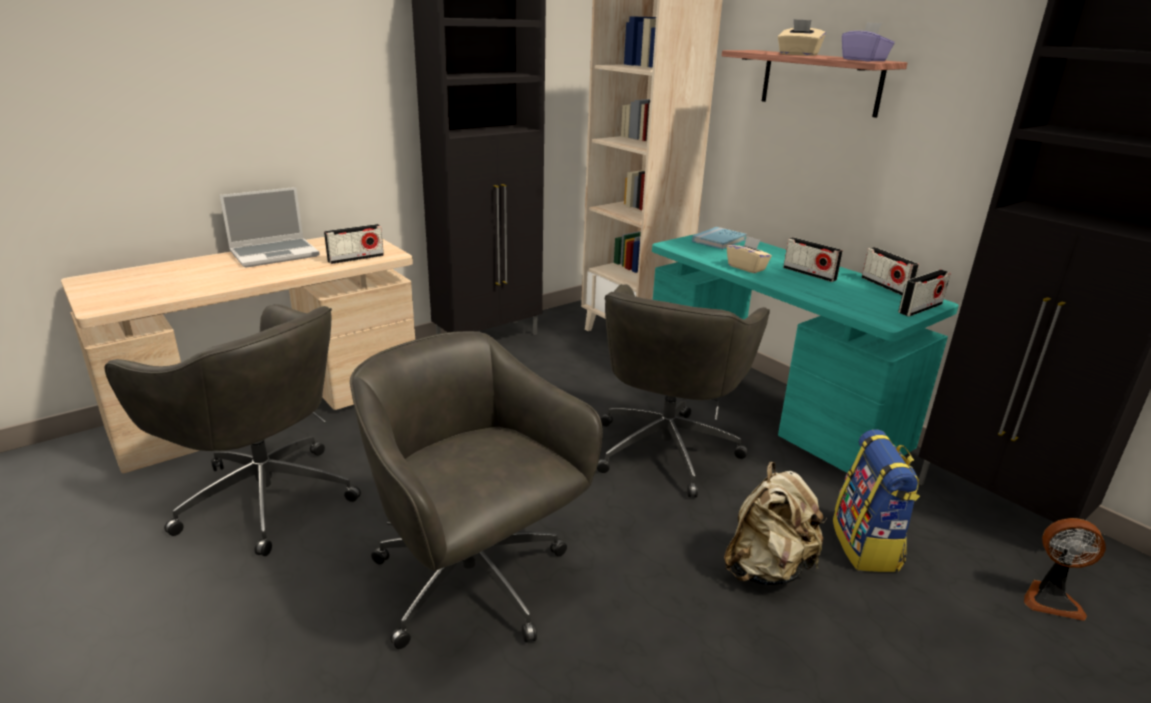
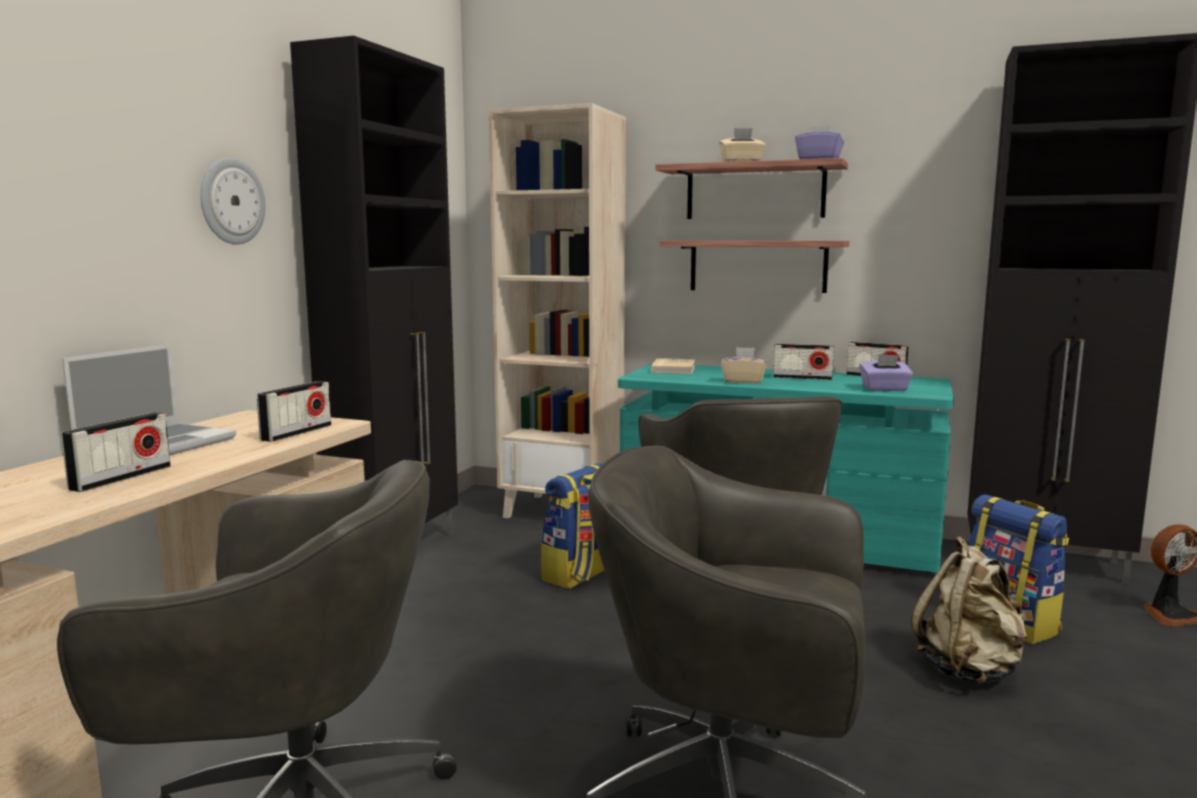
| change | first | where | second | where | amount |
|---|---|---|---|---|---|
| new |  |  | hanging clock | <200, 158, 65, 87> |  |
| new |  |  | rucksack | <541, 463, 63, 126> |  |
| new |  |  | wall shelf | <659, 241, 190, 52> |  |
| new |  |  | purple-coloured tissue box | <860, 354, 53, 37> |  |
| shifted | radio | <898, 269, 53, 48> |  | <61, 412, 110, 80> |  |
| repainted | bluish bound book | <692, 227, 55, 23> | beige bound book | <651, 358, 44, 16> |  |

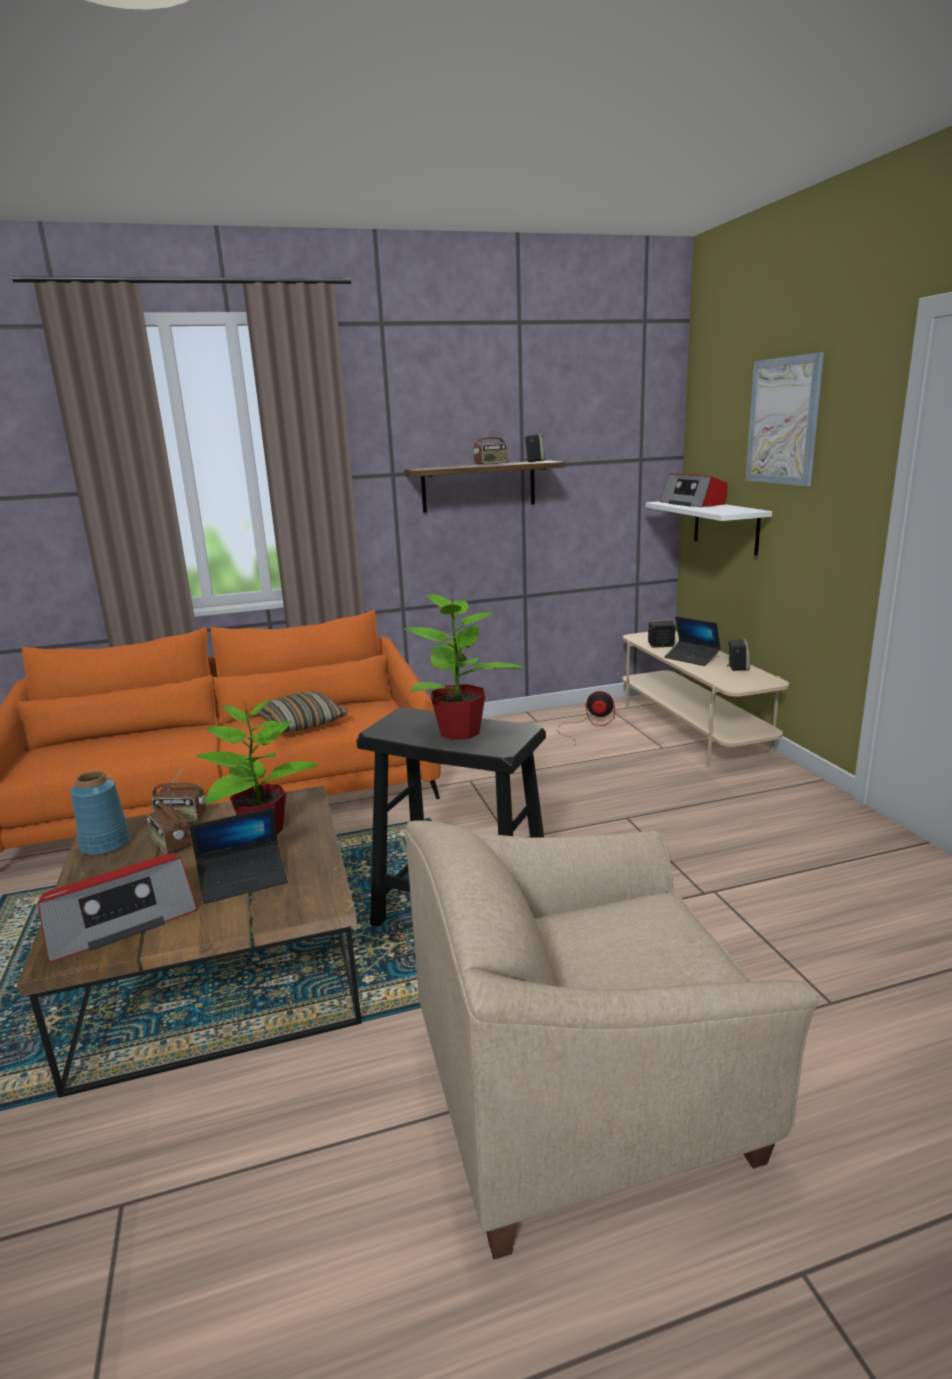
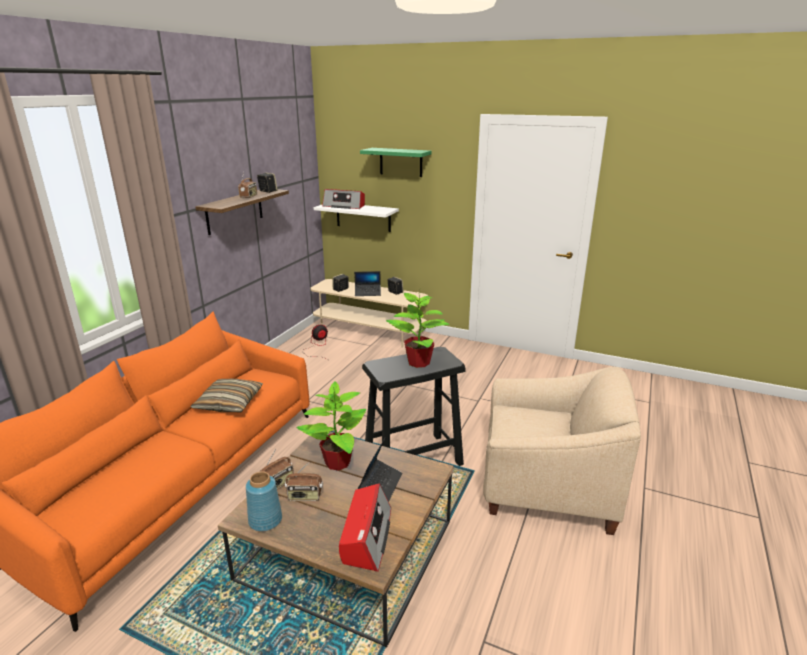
| change | first | where | second | where | amount |
|---|---|---|---|---|---|
| swapped | wall picture | <745, 352, 79, 134> | greenish wall shelf | <360, 148, 72, 29> |  |
| rotated | beige easy chair | <405, 820, 413, 439> |  | <483, 367, 158, 168> | 105 degrees counterclockwise |

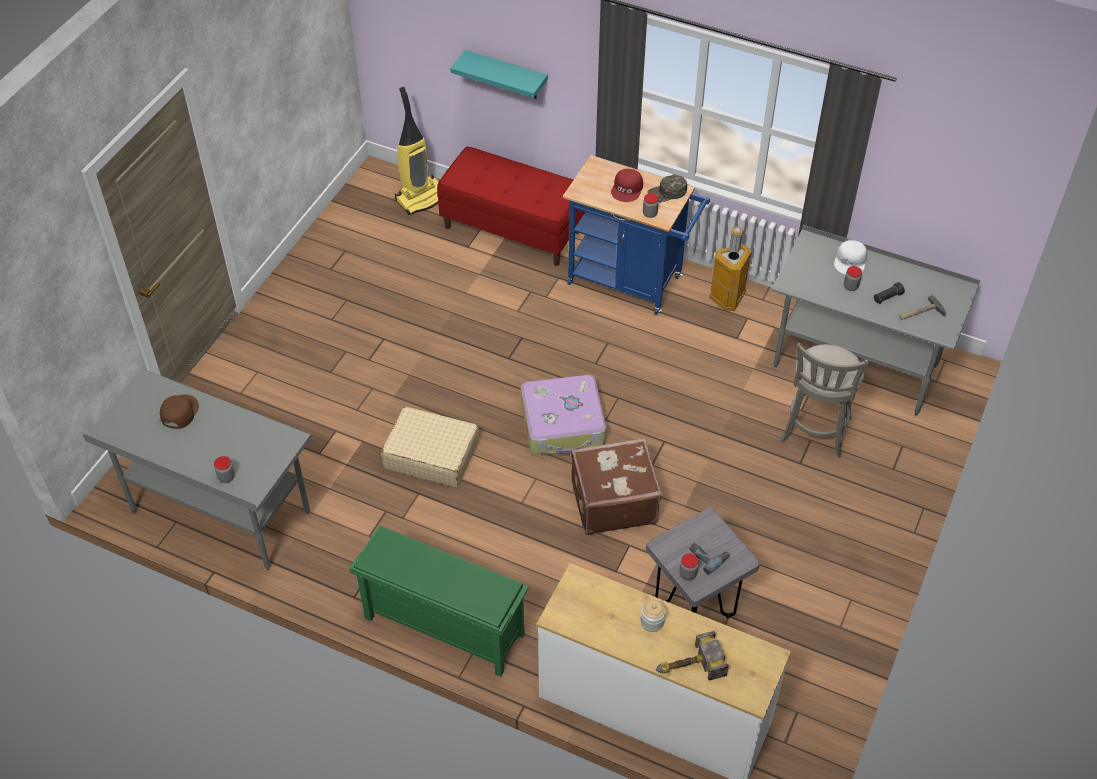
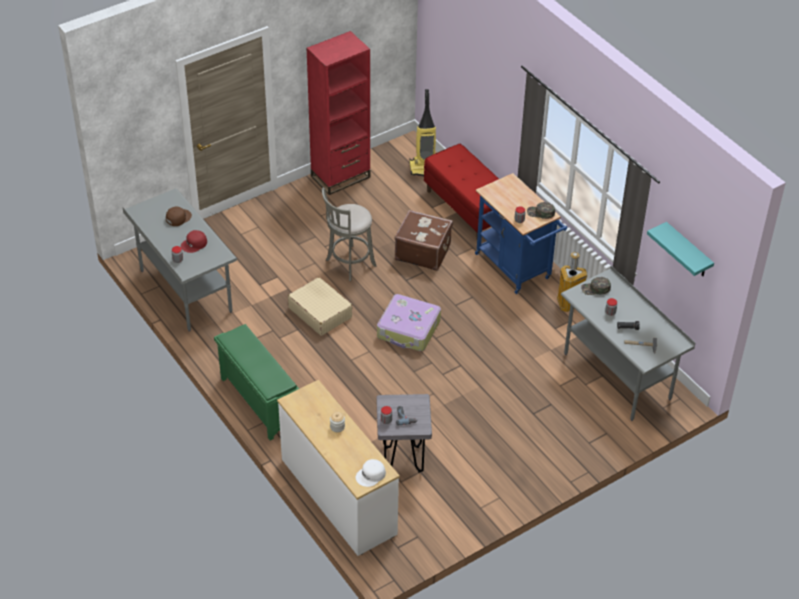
| change | first | where | second | where | amount |
|---|---|---|---|---|---|
| gone | hammer | <656, 631, 73, 50> |  |  |  |
| new |  |  | red bookcase | <306, 31, 64, 164> |  |
| new |  |  | greenish baseball cap | <581, 277, 30, 18> |  |
| shifted | turquoise wall shelf | <450, 50, 98, 49> |  | <647, 222, 67, 54> |  |
| shifted | brown travel case | <571, 438, 91, 97> |  | <394, 210, 59, 61> |  |
| shifted | red baseball cap | <611, 169, 32, 33> |  | <181, 230, 26, 23> |  |
| shifted | grey stool | <780, 343, 89, 115> |  | <322, 187, 55, 94> |  |
| shifted | whitish baseball cap | <834, 240, 34, 35> |  | <356, 459, 30, 28> |  |

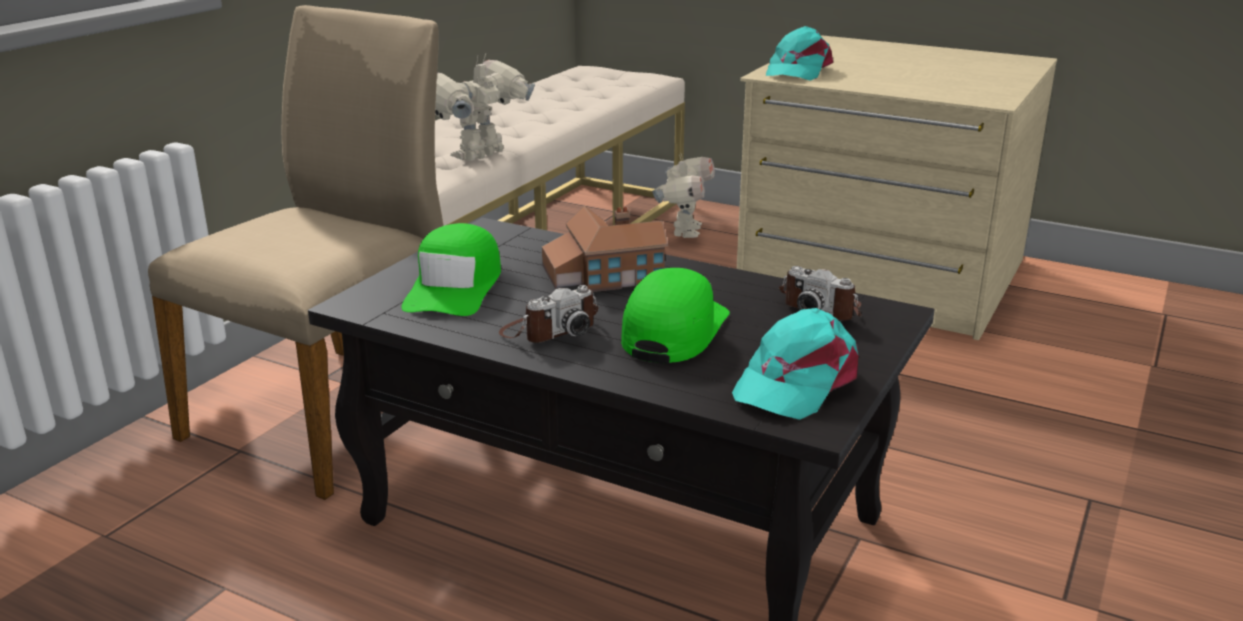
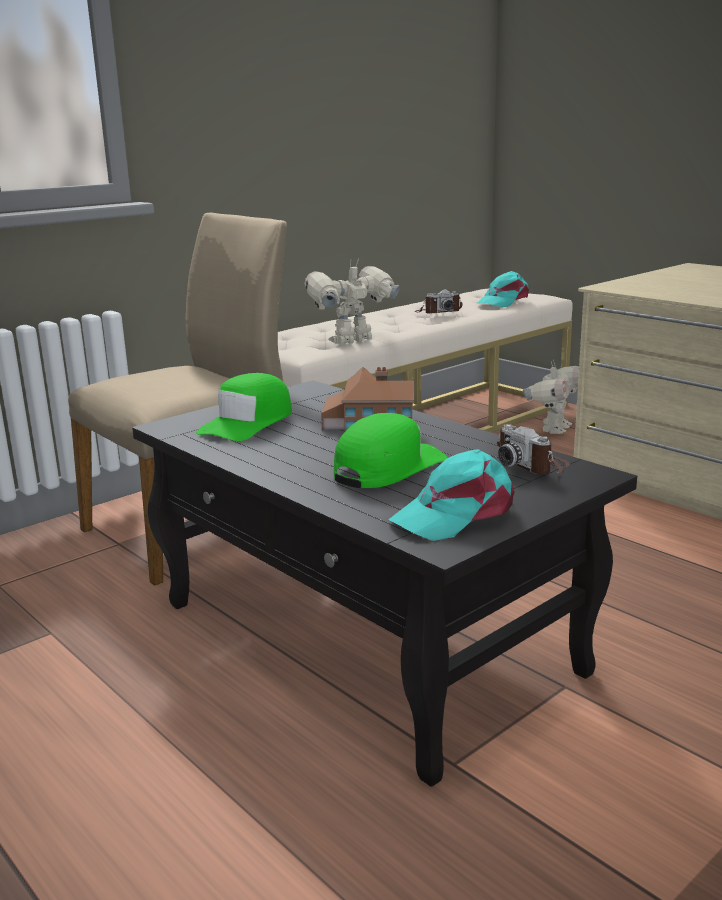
| change | first | where | second | where | amount |
|---|---|---|---|---|---|
| shifted | photo camera | <499, 285, 99, 58> |  | <414, 289, 48, 25> |  |
| shifted | turquoise baseball cap | <766, 26, 67, 55> |  | <478, 271, 51, 37> |  |

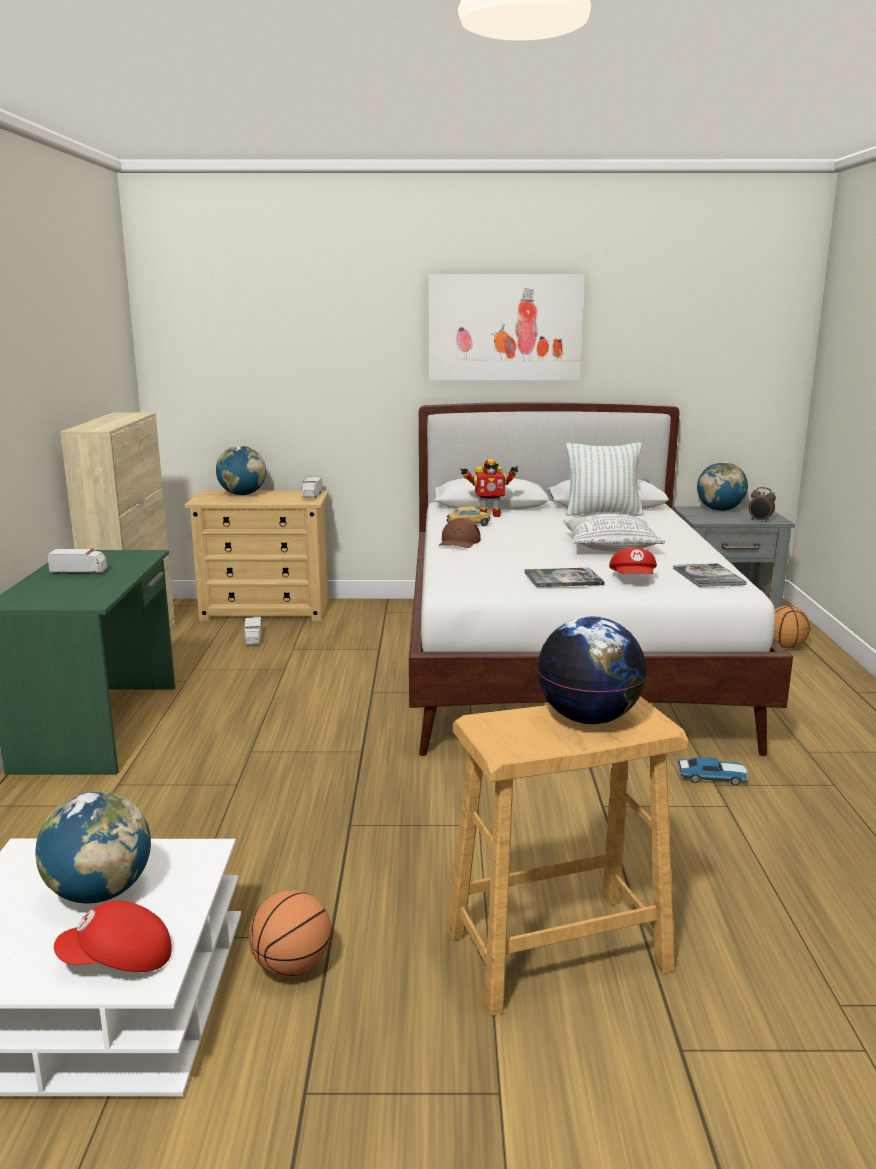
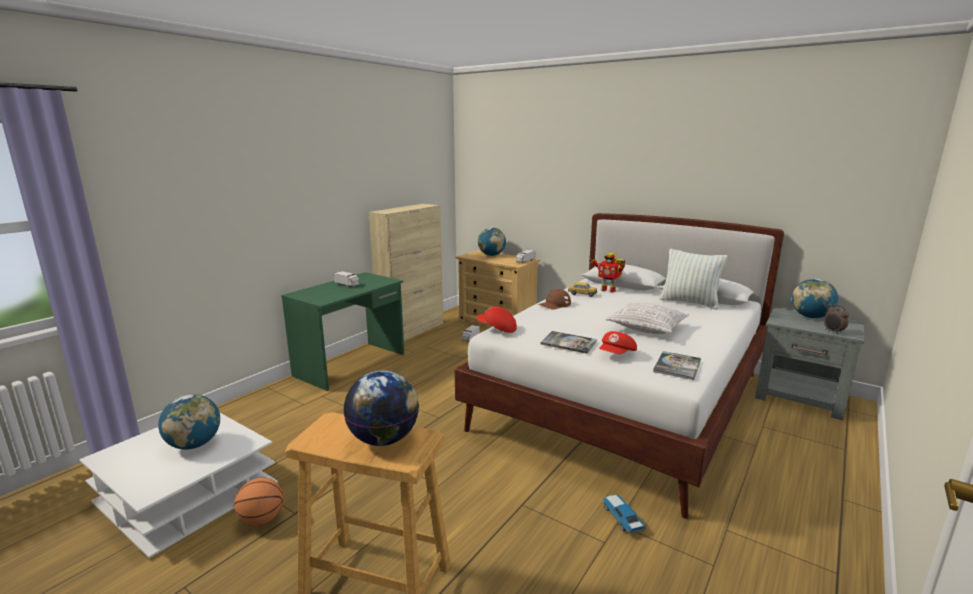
| change | first | where | second | where | amount |
|---|---|---|---|---|---|
| gone | wall picture | <429, 274, 155, 106> |  |  |  |
| gone | ball for basketball | <773, 606, 37, 42> |  |  |  |
| shifted | red baseball cap | <54, 900, 118, 72> |  | <477, 306, 40, 27> |  |
| rotated | miniature car | <678, 757, 71, 29> |  | <602, 495, 44, 39> | 150 degrees counterclockwise |

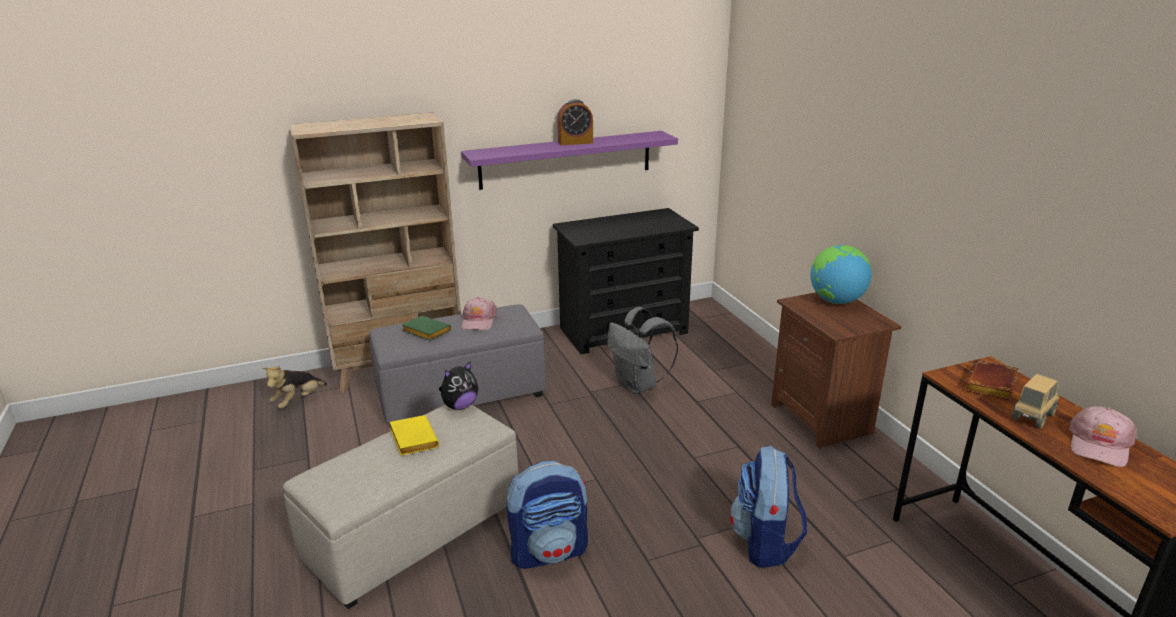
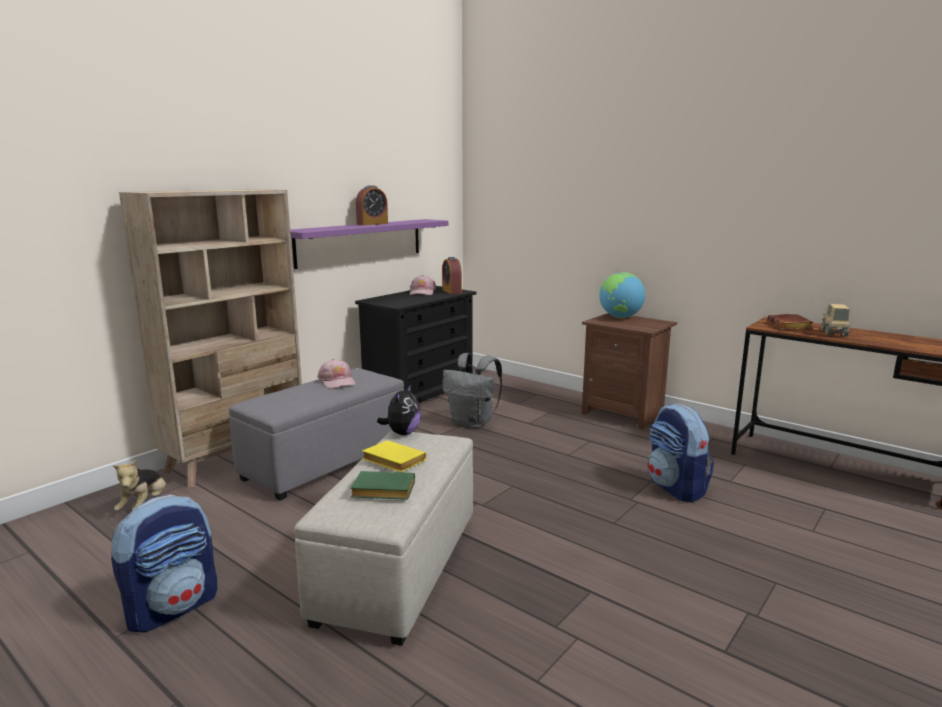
| change | first | where | second | where | amount |
|---|---|---|---|---|---|
| new |  |  | bedside clock | <442, 257, 20, 37> |  |
| shifted | greenish bound book | <402, 316, 49, 25> |  | <350, 471, 65, 29> |  |
| shifted | rucksack | <506, 461, 82, 108> |  | <111, 494, 106, 138> |  |
| shifted | pinkish baseball cap | <1069, 406, 67, 61> |  | <410, 275, 26, 20> |  |

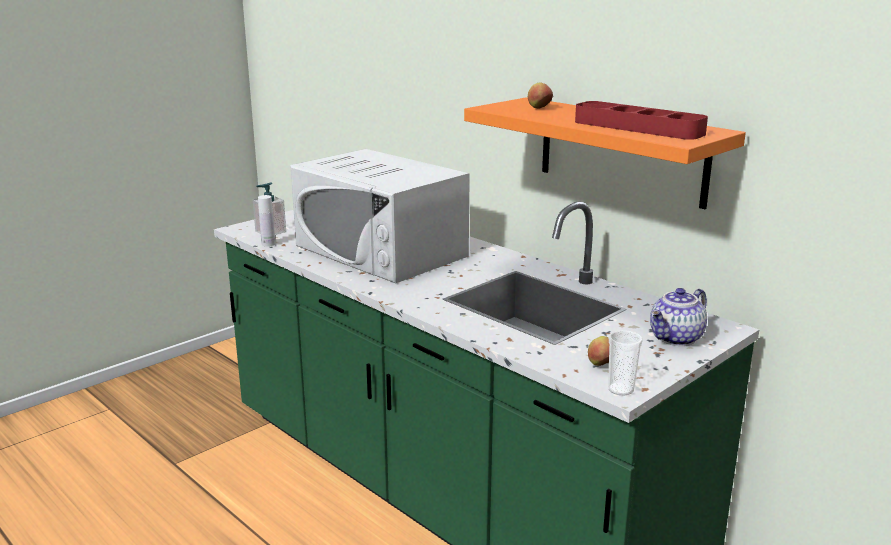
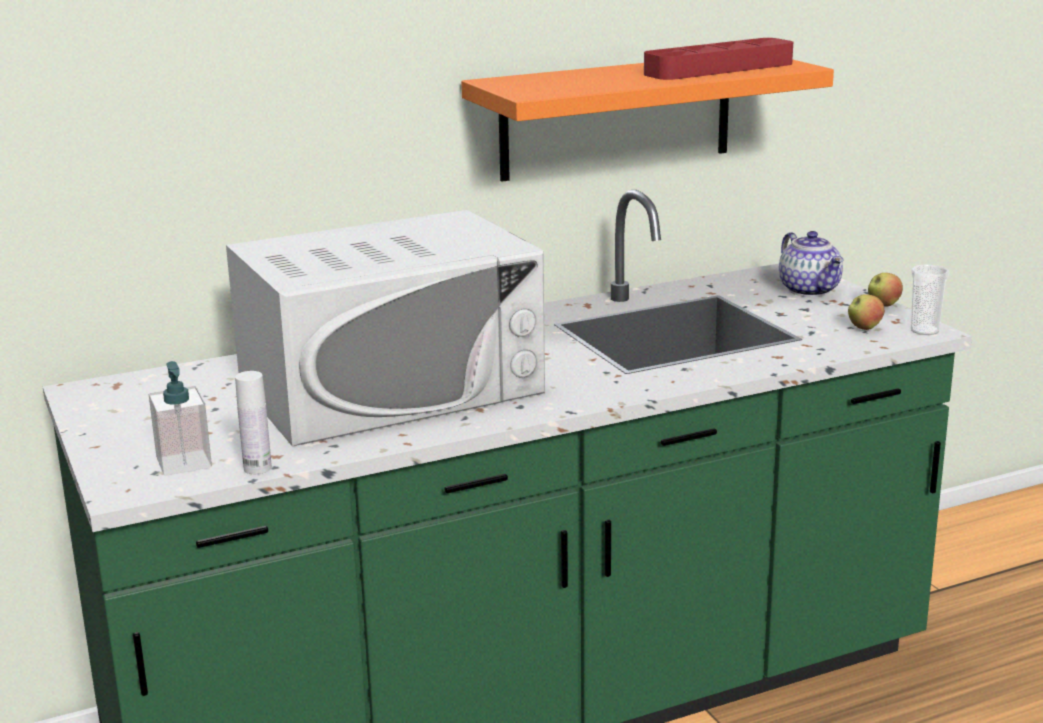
| change | first | where | second | where | amount |
|---|---|---|---|---|---|
| shifted | whole apple | <528, 83, 25, 26> |  | <868, 273, 35, 34> |  |

